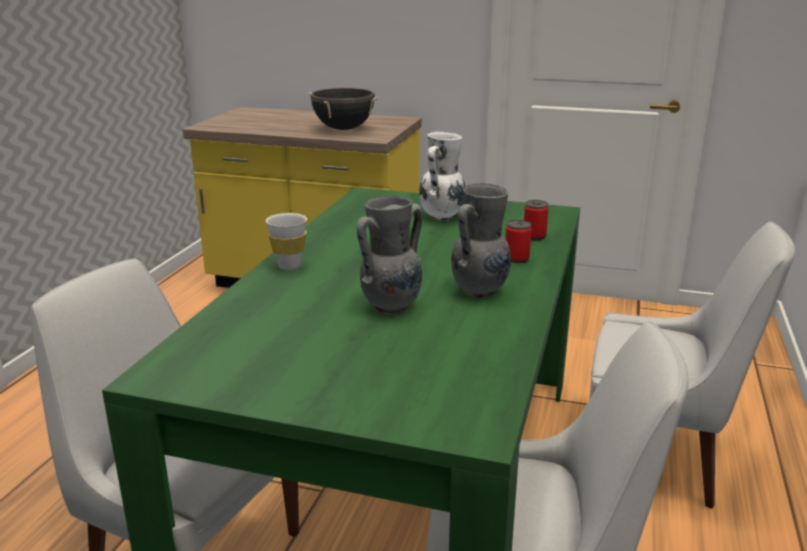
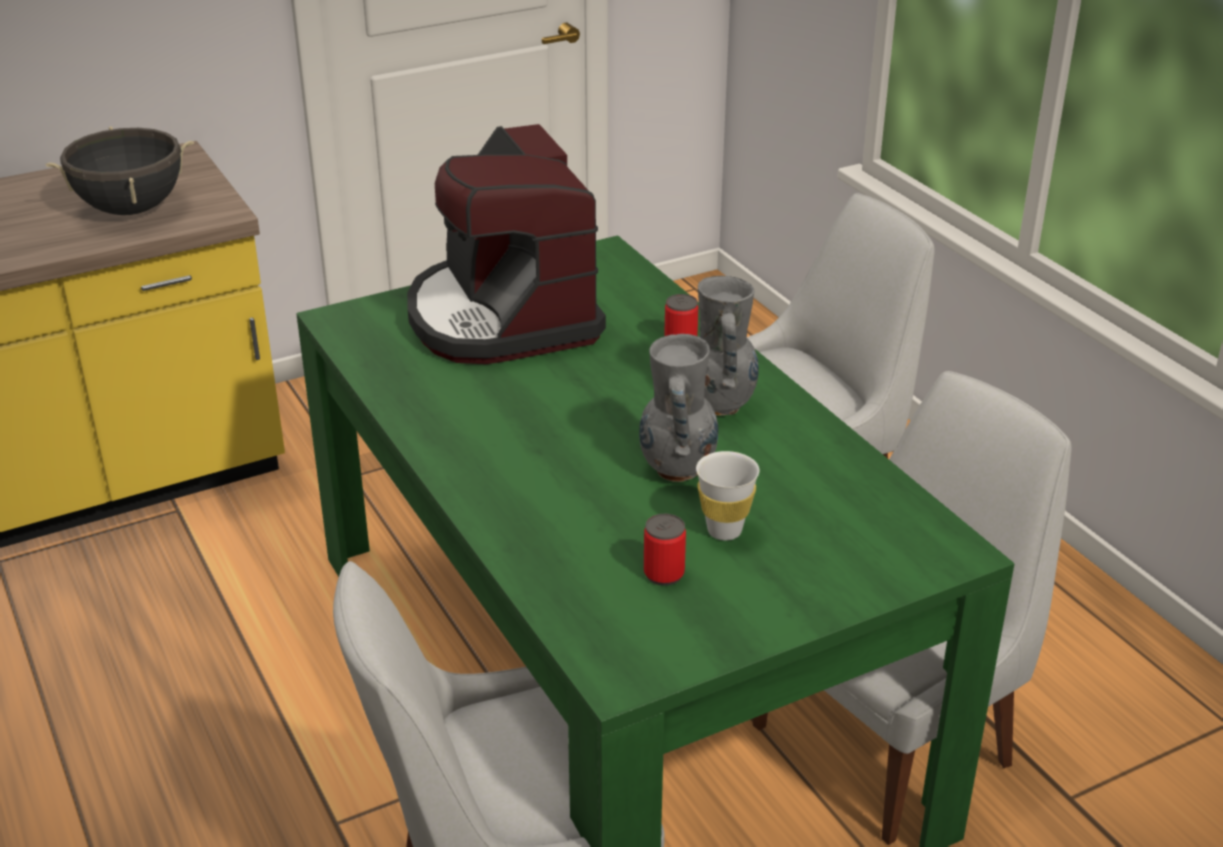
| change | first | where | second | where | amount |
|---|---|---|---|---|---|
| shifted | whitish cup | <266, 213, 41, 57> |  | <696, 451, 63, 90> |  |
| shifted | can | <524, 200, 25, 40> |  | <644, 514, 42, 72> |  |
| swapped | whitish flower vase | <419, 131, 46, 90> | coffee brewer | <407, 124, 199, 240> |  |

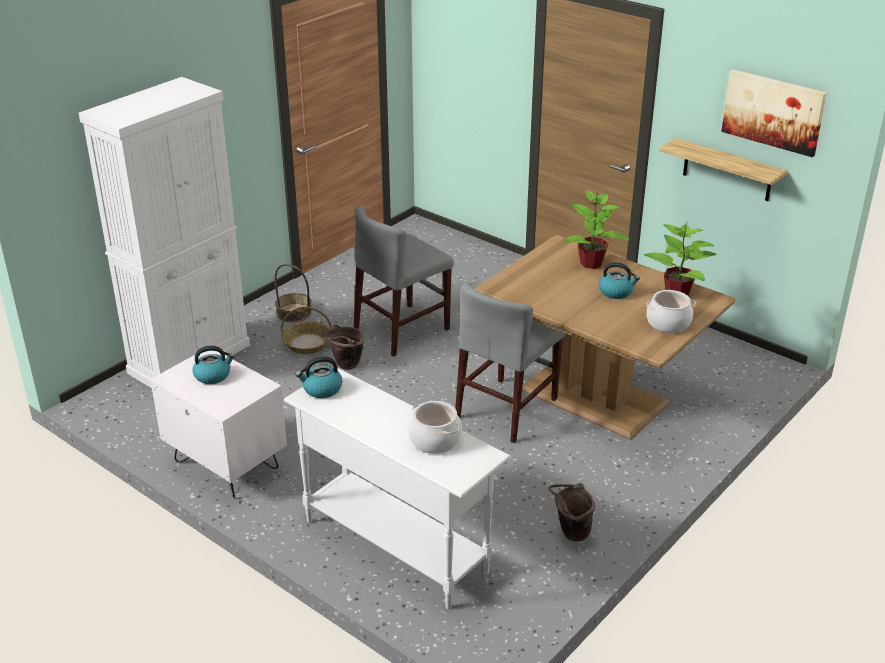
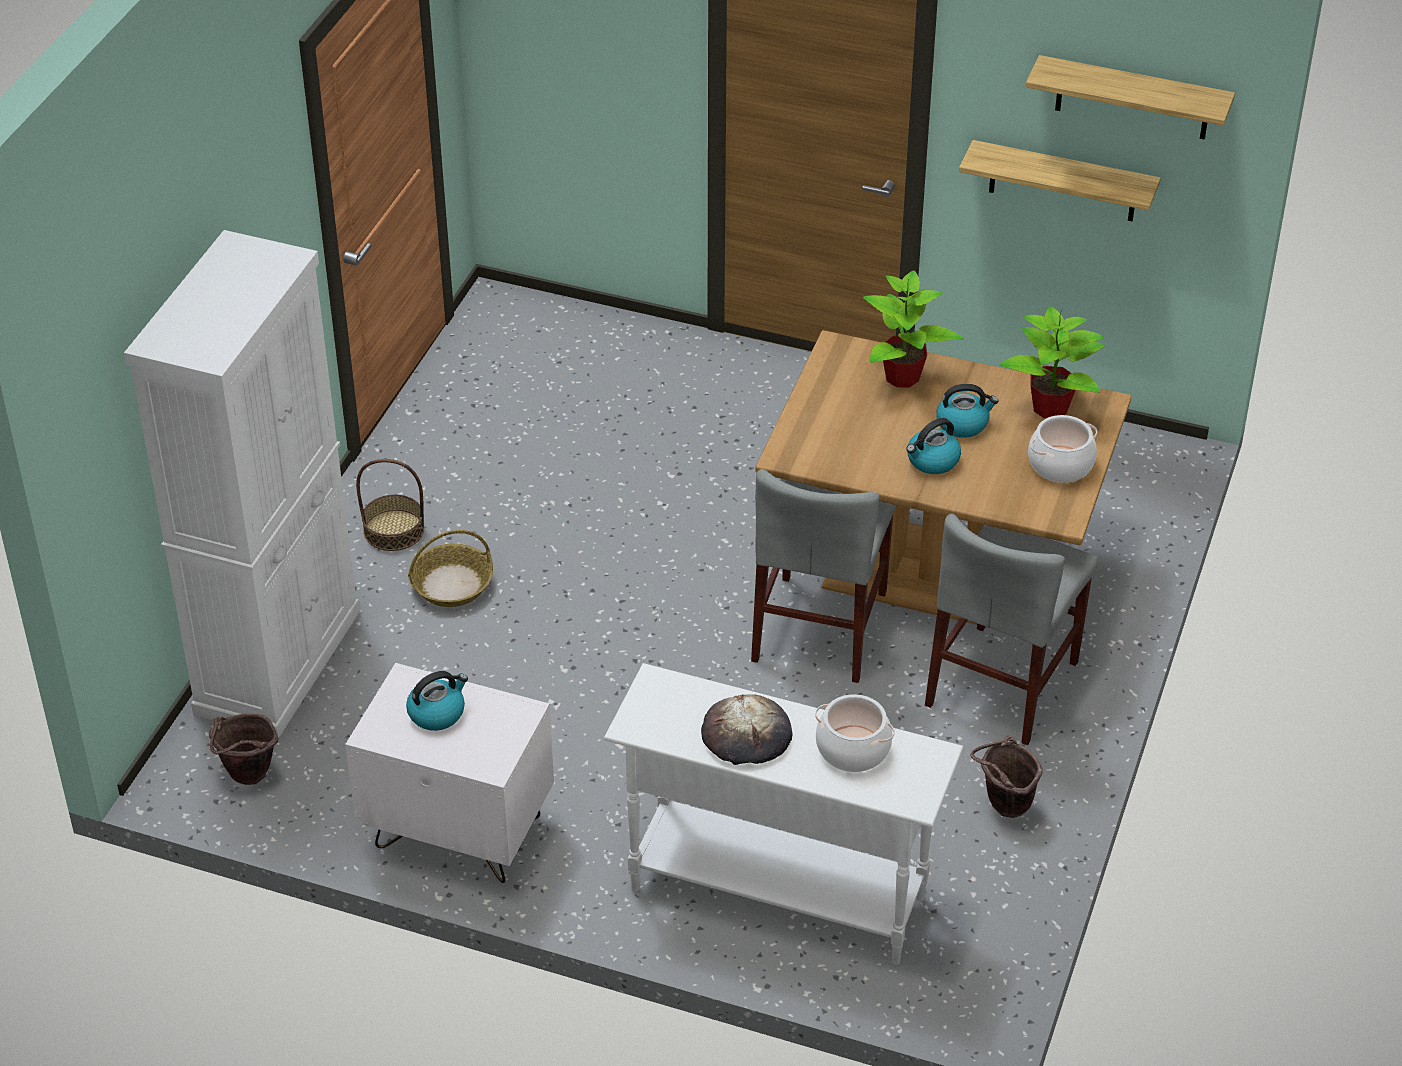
| change | first | where | second | where | amount |
|---|---|---|---|---|---|
| new |  |  | bakery bread | <701, 694, 91, 71> |  |
| shifted | kettle | <295, 356, 47, 42> |  | <906, 418, 55, 56> |  |
| shifted | brown pail | <324, 325, 40, 45> |  | <209, 714, 70, 71> |  |
| shifted | grey plain chair | <354, 206, 100, 151> |  | <925, 514, 173, 231> |  |
| swapped | wall picture | <721, 69, 106, 88> | wall shelf | <1026, 55, 209, 85> |  |

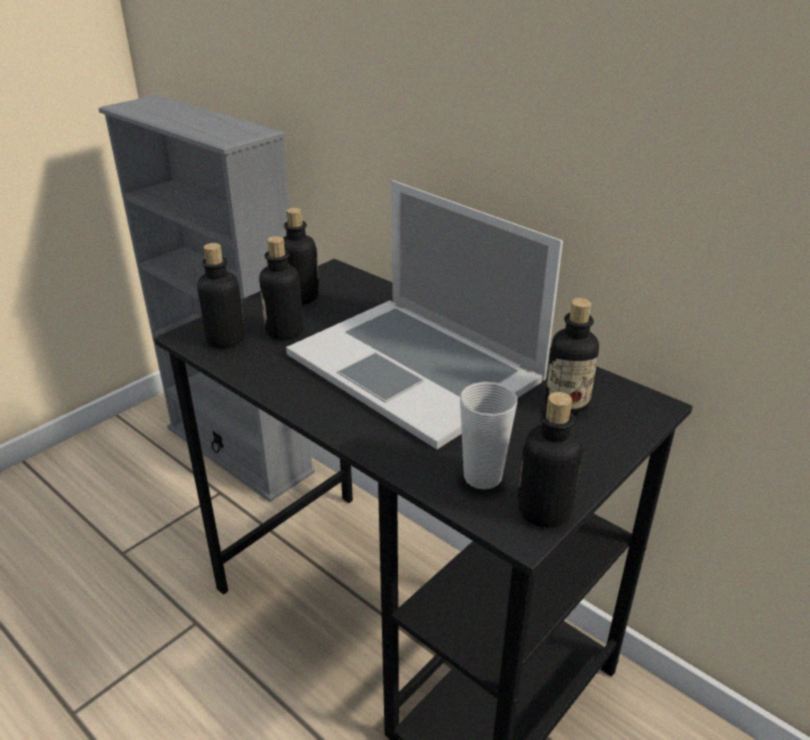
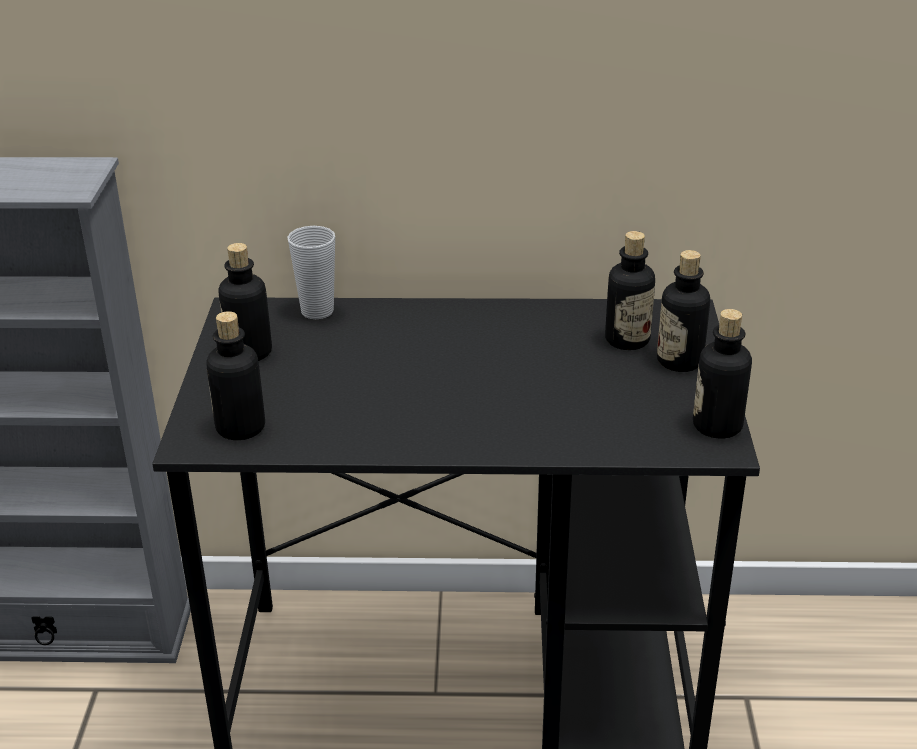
| change | first | where | second | where | amount |
|---|---|---|---|---|---|
| gone | laptop | <286, 180, 277, 269> |  |  |  |
| shifted | beverage bottle | <259, 236, 45, 104> |  | <657, 250, 53, 122> |  |
| shifted | cup | <460, 382, 57, 108> |  | <287, 226, 48, 93> |  |

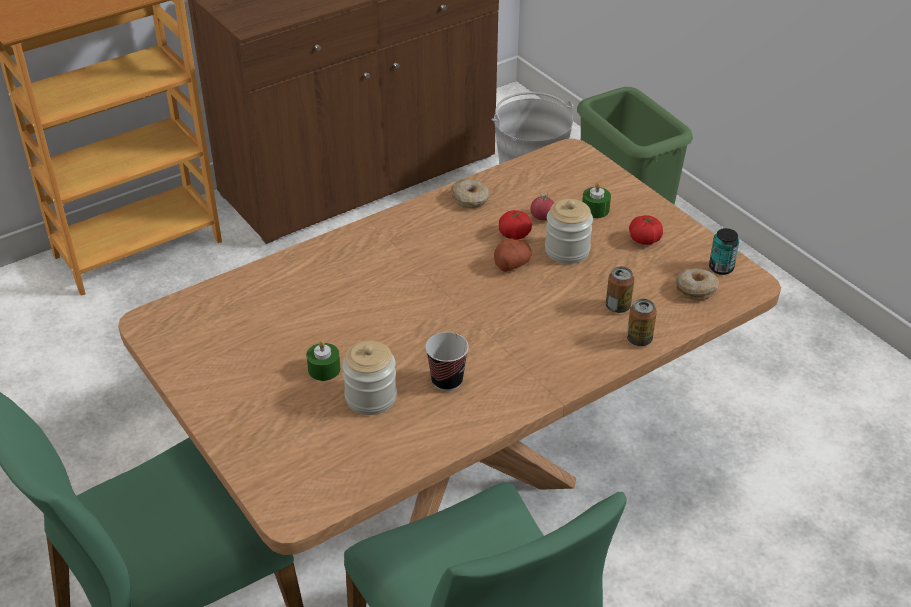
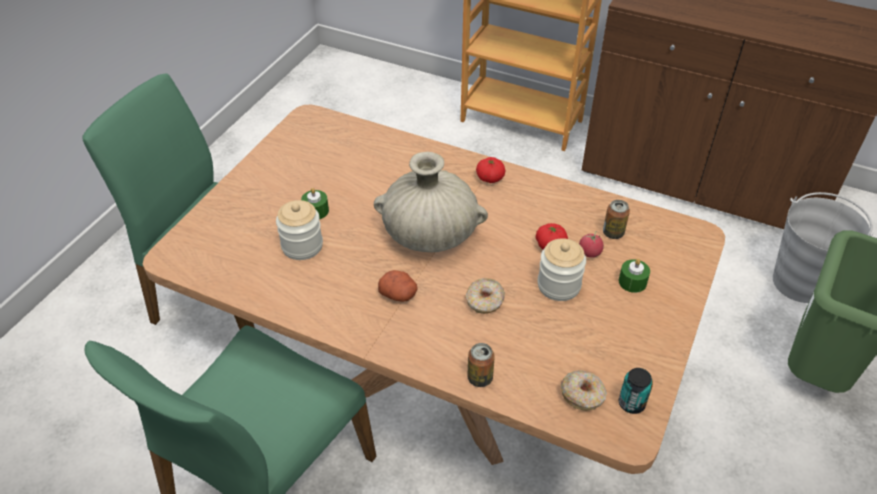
| change | first | where | second | where | amount |
|---|---|---|---|---|---|
| gone | cup | <425, 332, 44, 59> |  |  |  |
| new |  |  | beige flower vase | <374, 152, 114, 100> |  |
| shifted | donut | <451, 179, 38, 29> |  | <466, 278, 39, 36> |  |
| shifted | spud | <494, 239, 38, 33> |  | <378, 270, 40, 32> |  |
| shifted | can | <606, 267, 28, 46> |  | <603, 200, 27, 39> |  |
| shifted | fresh tomato | <629, 215, 34, 30> |  | <476, 157, 29, 26> |  |

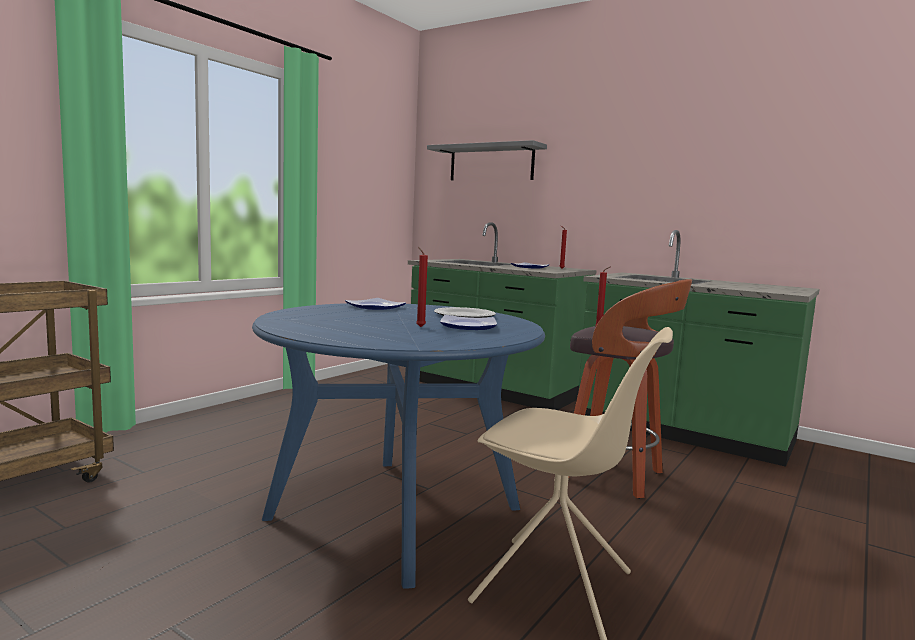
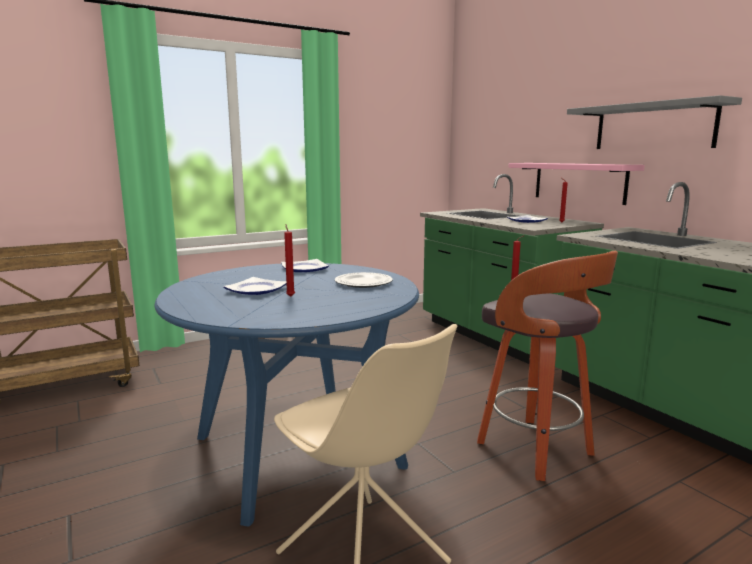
| change | first | where | second | where | amount |
|---|---|---|---|---|---|
| new |  |  | pinkish wall shelf | <508, 163, 137, 42> |  |
| shifted | grey wall shelf | <427, 140, 120, 40> |  | <567, 95, 175, 54> |  |
| shifted | plate | <440, 315, 57, 15> |  | <223, 277, 63, 18> |  |

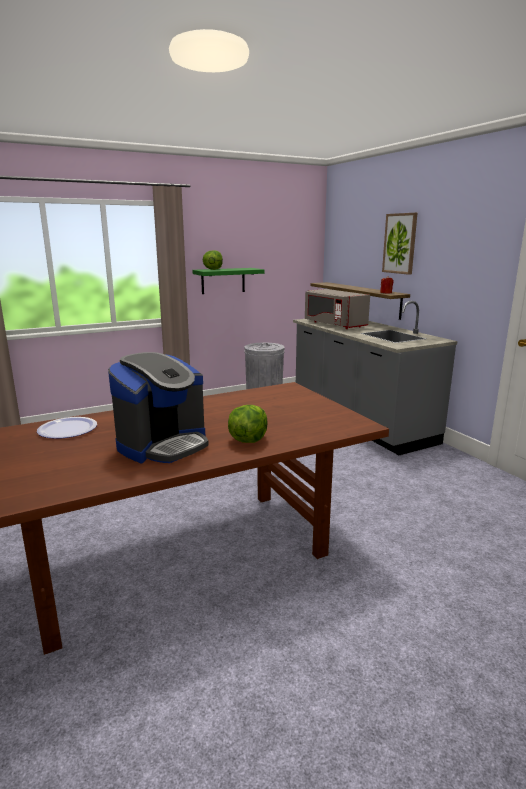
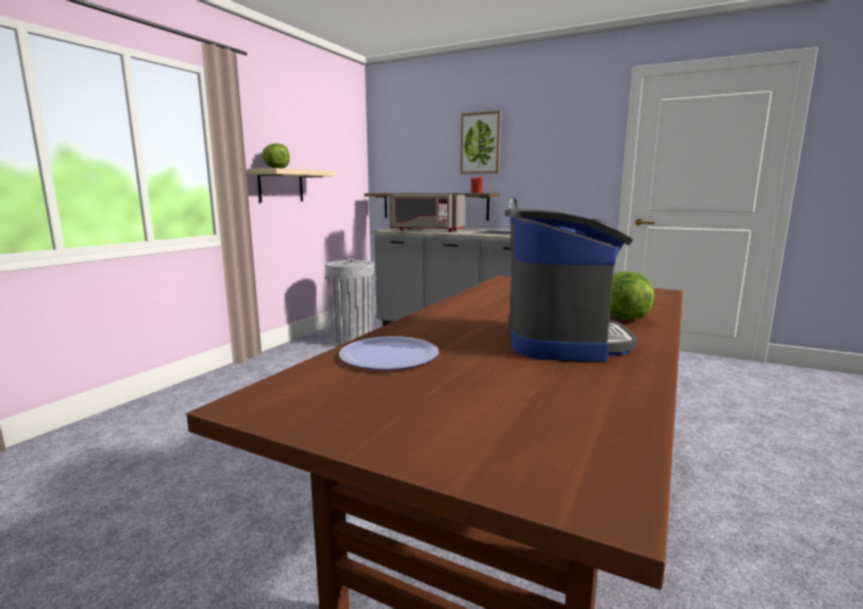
| change | first | where | second | where | amount |
|---|---|---|---|---|---|
| repainted | greenish wall shelf | <192, 268, 73, 26> | beige wall shelf | <247, 168, 88, 34> |  |

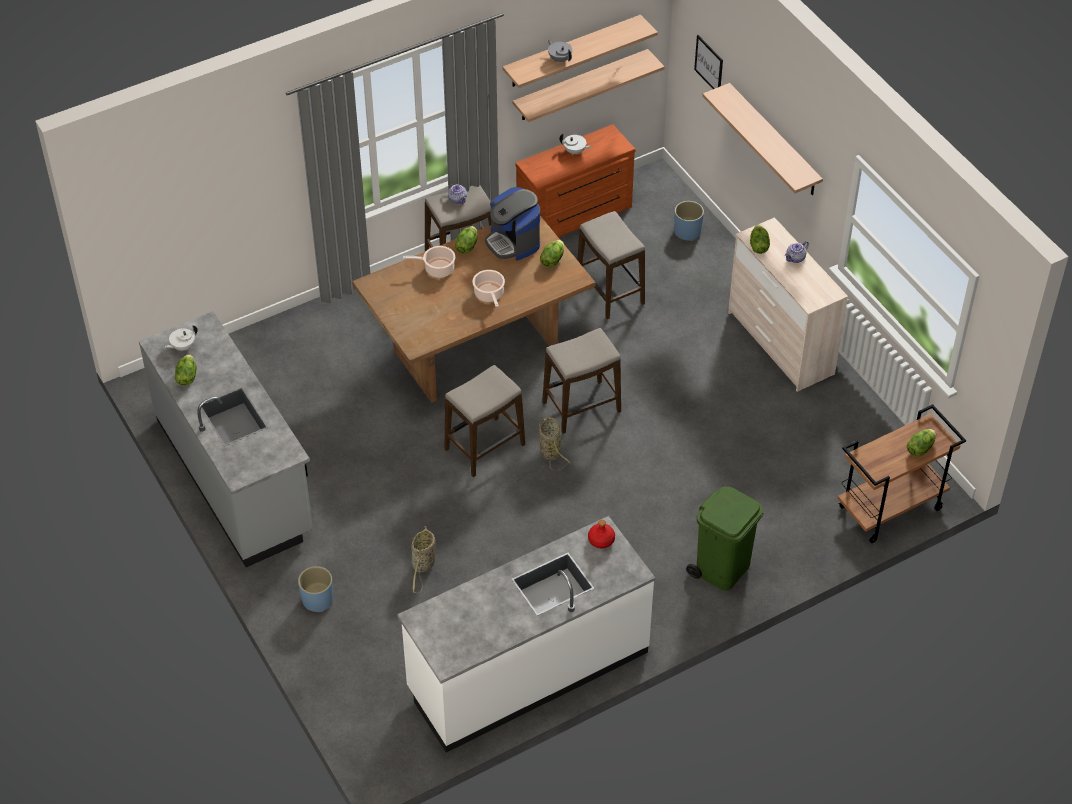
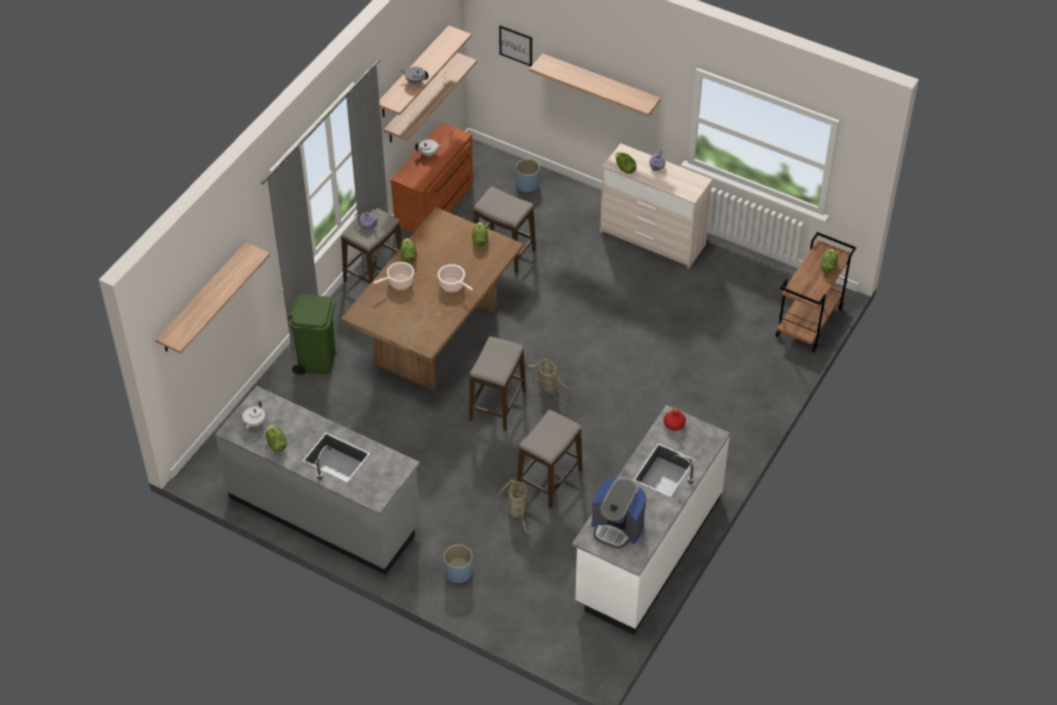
| change | first | where | second | where | amount |
|---|---|---|---|---|---|
| new |  |  | wall shelf | <155, 242, 115, 112> |  |
| shifted | coffee brewer | <485, 187, 55, 74> |  | <591, 477, 55, 72> |  |
| shifted | stool | <542, 328, 79, 106> |  | <517, 410, 65, 99> |  |
| shifted | greenish trash can | <686, 486, 78, 105> |  | <288, 295, 48, 80> |  |

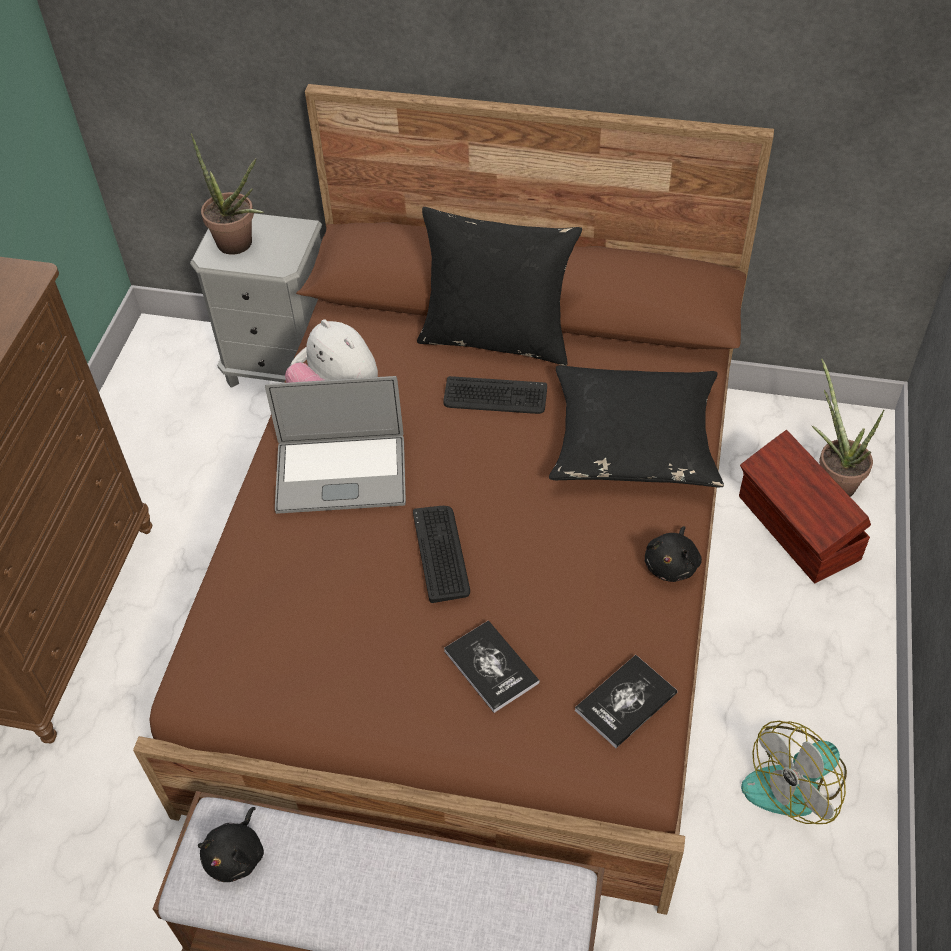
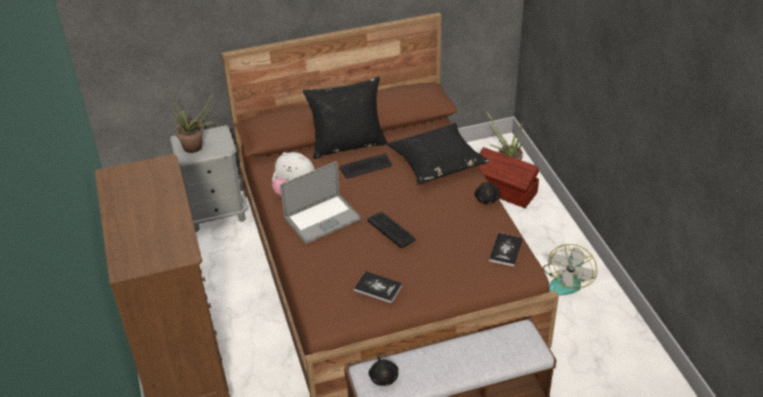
| change | first | where | second | where | amount |
|---|---|---|---|---|---|
| shifted | bound book | <444, 620, 96, 93> |  | <354, 271, 49, 32> |  |

